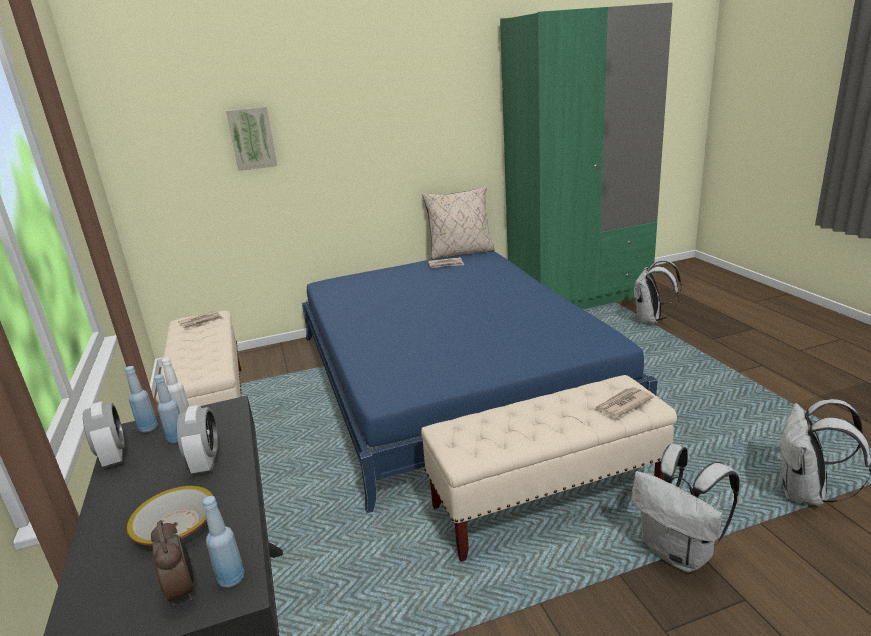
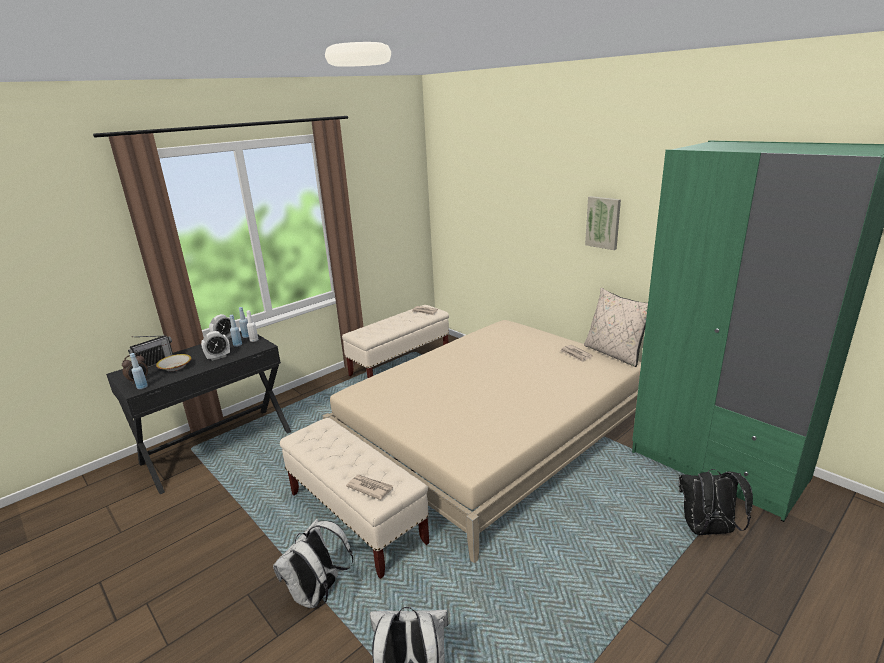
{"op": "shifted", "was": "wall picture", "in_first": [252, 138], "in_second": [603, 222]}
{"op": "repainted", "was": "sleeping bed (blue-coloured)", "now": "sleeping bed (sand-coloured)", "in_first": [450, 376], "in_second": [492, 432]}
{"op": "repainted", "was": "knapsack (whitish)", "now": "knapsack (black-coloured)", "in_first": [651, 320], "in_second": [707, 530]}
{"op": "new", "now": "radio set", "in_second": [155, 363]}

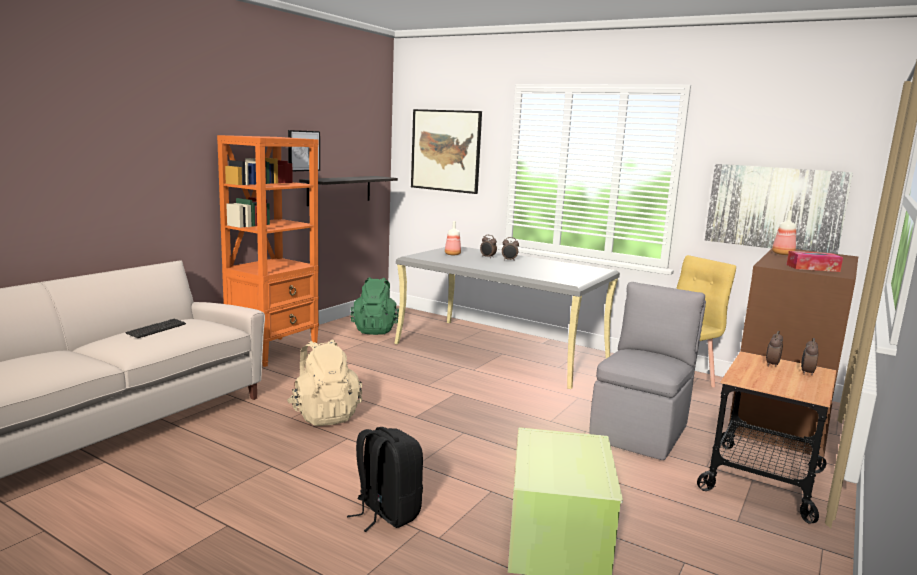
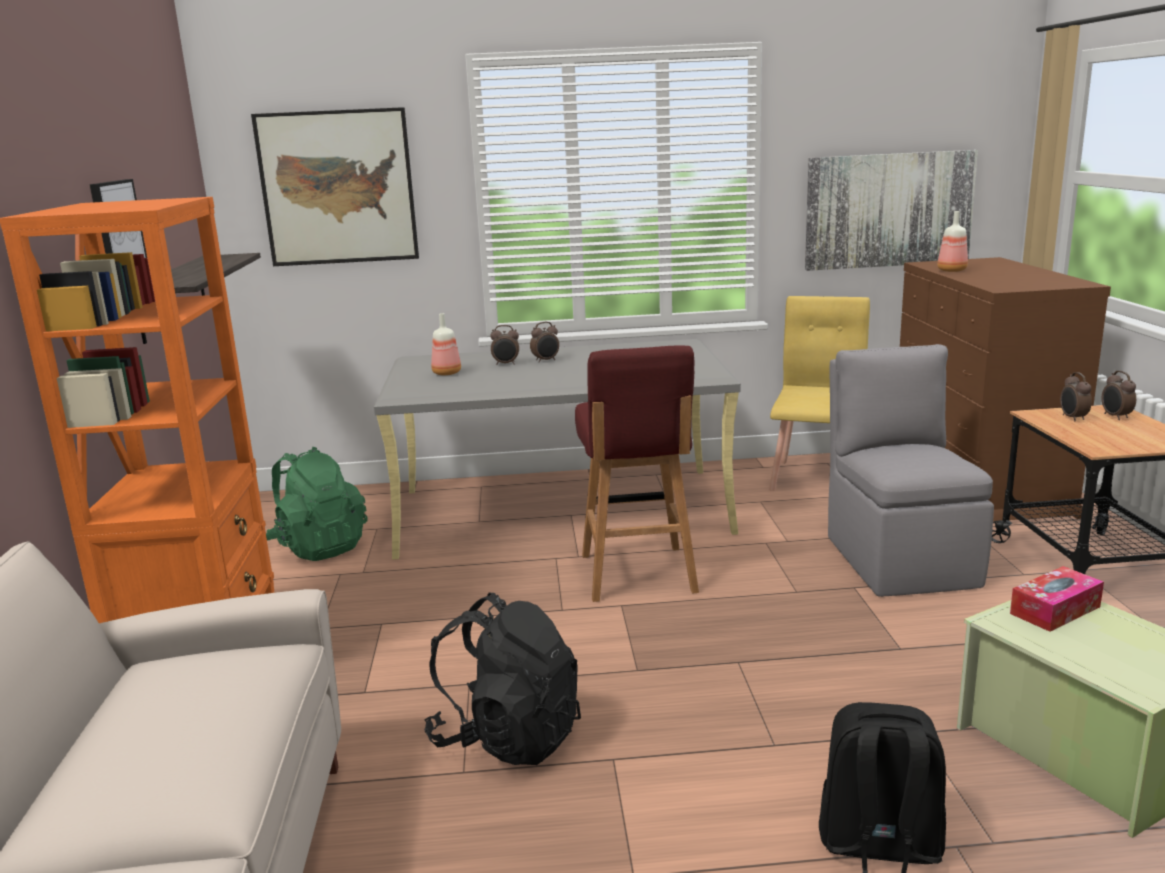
{"op": "gone", "was": "keyboard", "in_first": [156, 329]}
{"op": "repainted", "was": "knapsack (sand-coloured)", "now": "knapsack (black-coloured)", "in_first": [324, 415], "in_second": [508, 737]}
{"op": "shifted", "was": "box of tissues", "in_first": [812, 268], "in_second": [1055, 610]}
{"op": "new", "now": "sitting stool (reddish)", "in_second": [637, 575]}

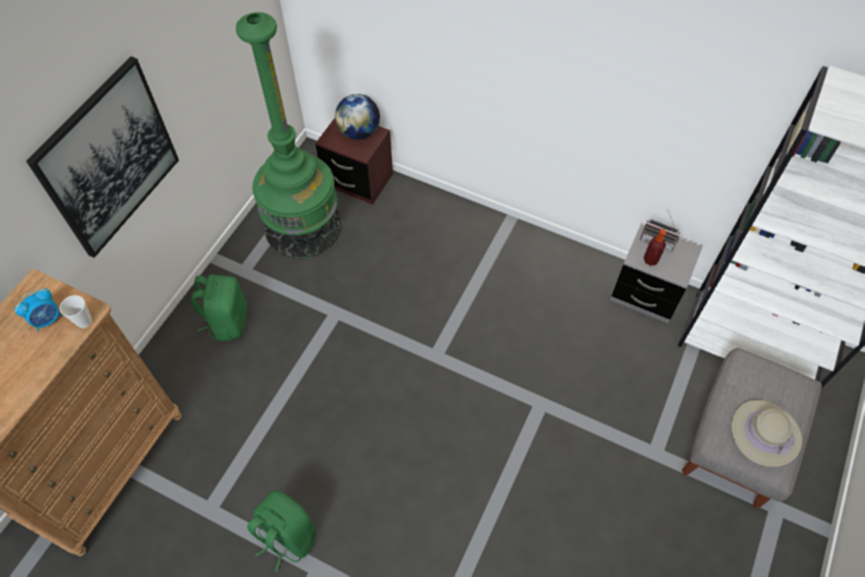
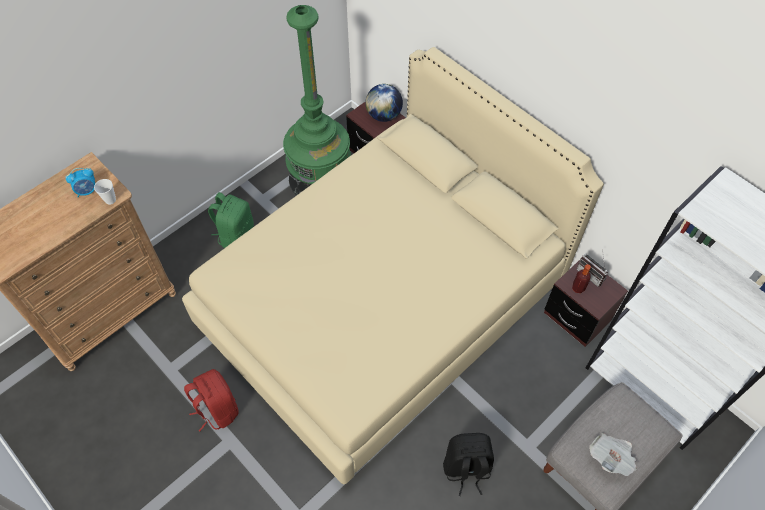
{"op": "gone", "was": "wall picture", "in_first": [109, 159]}
{"op": "repainted", "was": "knapsack (green-coloured)", "now": "knapsack (reddish)", "in_first": [287, 537], "in_second": [217, 409]}
{"op": "repainted", "was": "night table (greyish)", "now": "night table (brown)", "in_first": [646, 294], "in_second": [577, 317]}
{"op": "swapped", "was": "wearable hat (sand-coloured)", "now": "newspaper", "in_first": [765, 433], "in_second": [611, 457]}
{"op": "new", "now": "sleeping bed (sand-coloured)", "in_second": [382, 304]}
{"op": "new", "now": "knapsack (black-coloured)", "in_second": [466, 469]}

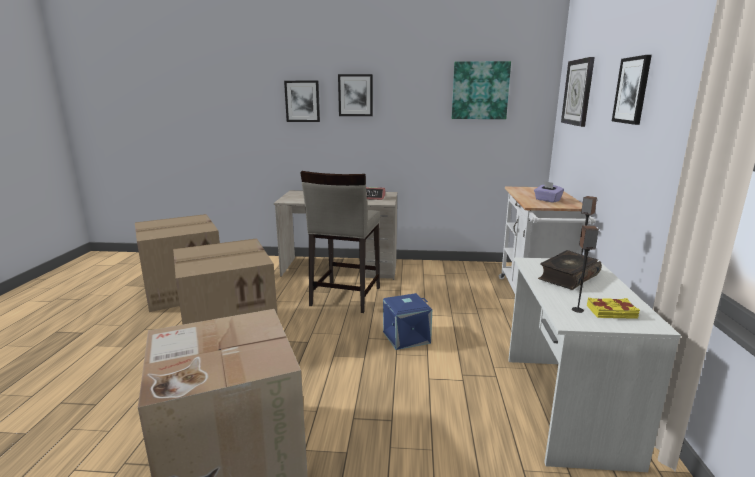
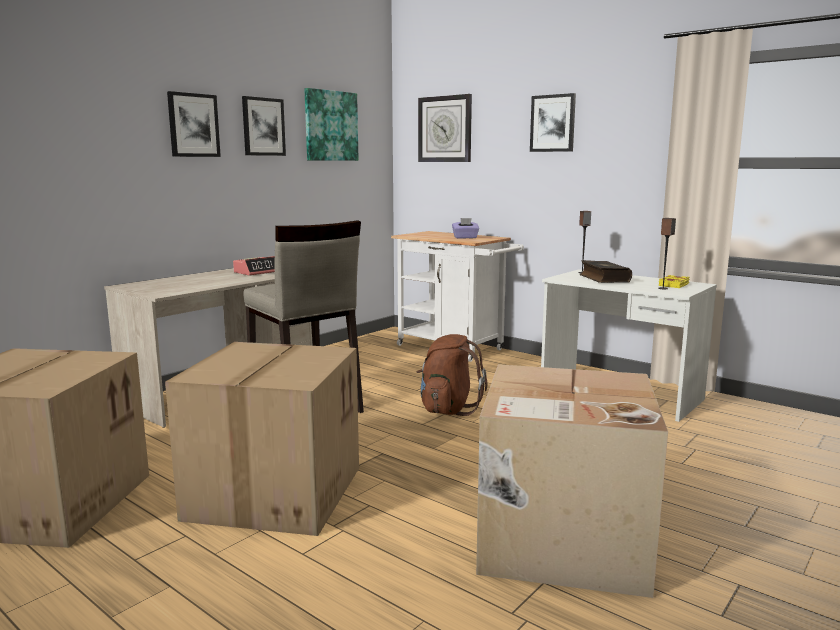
{"op": "shifted", "was": "wall picture", "in_first": [302, 101], "in_second": [263, 127]}
{"op": "swapped", "was": "storage box (blue-coloured)", "now": "knapsack (brown)", "in_first": [406, 337], "in_second": [448, 409]}

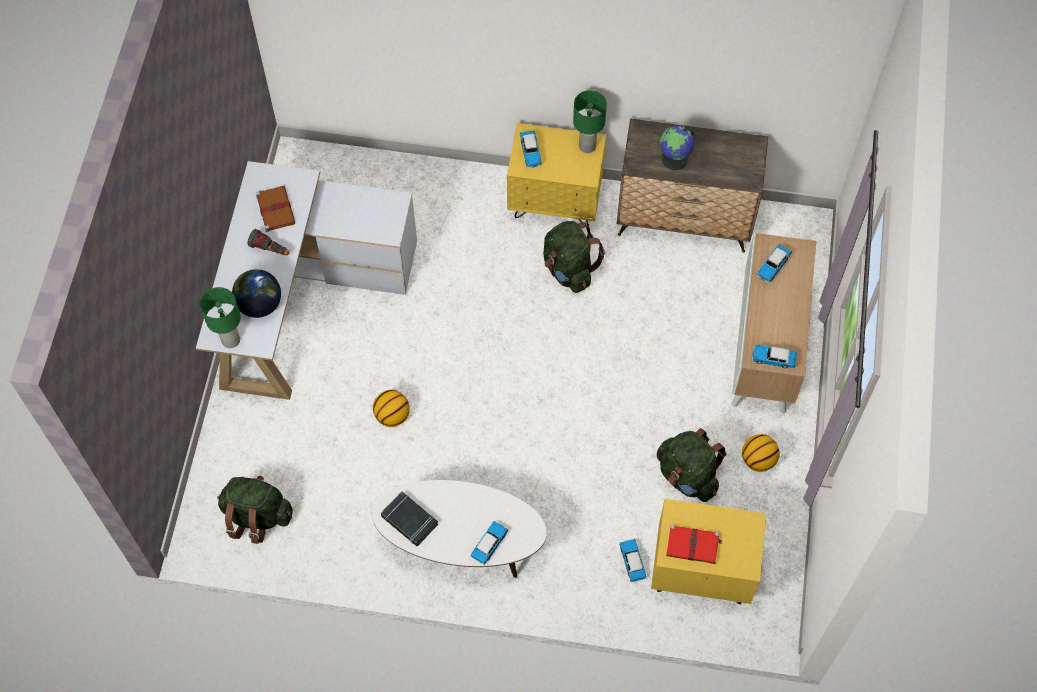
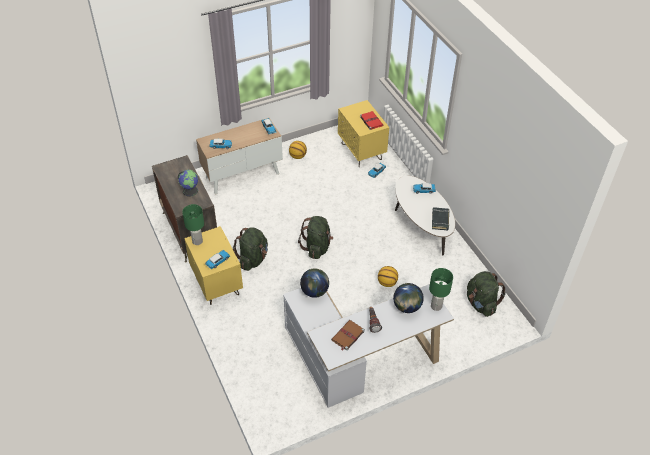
{"op": "shifted", "was": "knapsack (green-coloured)", "in_first": [687, 476], "in_second": [317, 247]}
{"op": "new", "now": "desk globe", "in_second": [314, 291]}

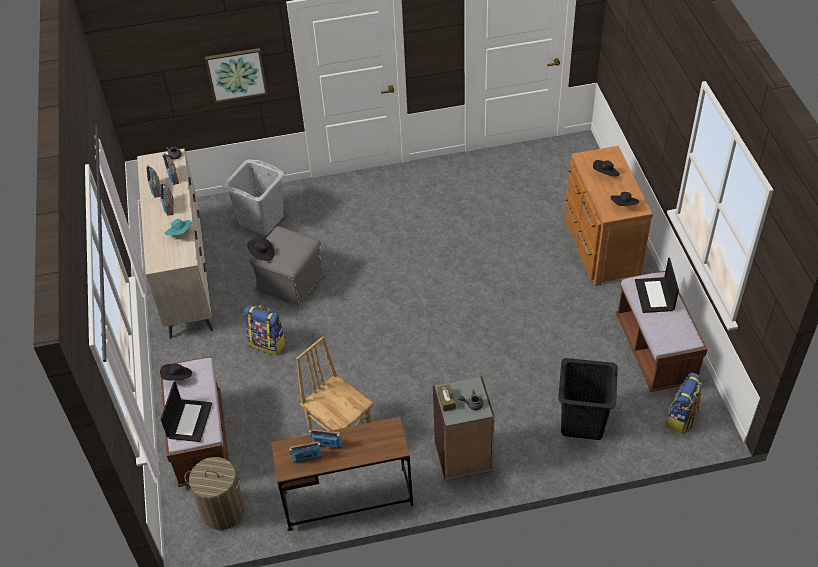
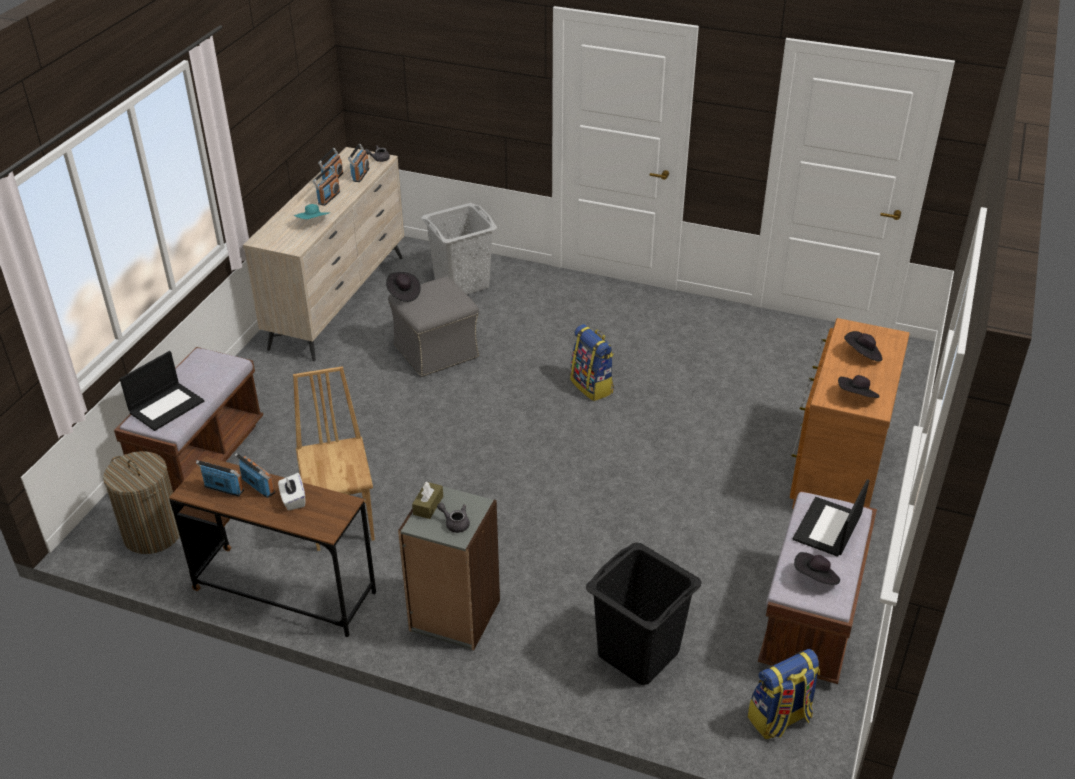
{"op": "shifted", "was": "wearable hat (black-coloured)", "in_first": [177, 377], "in_second": [815, 578]}
{"op": "gone", "was": "wall picture", "in_first": [236, 74]}
{"op": "shifted", "was": "knapsack", "in_first": [268, 343], "in_second": [592, 386]}
{"op": "new", "now": "box of tissues (whitish)", "in_second": [293, 500]}

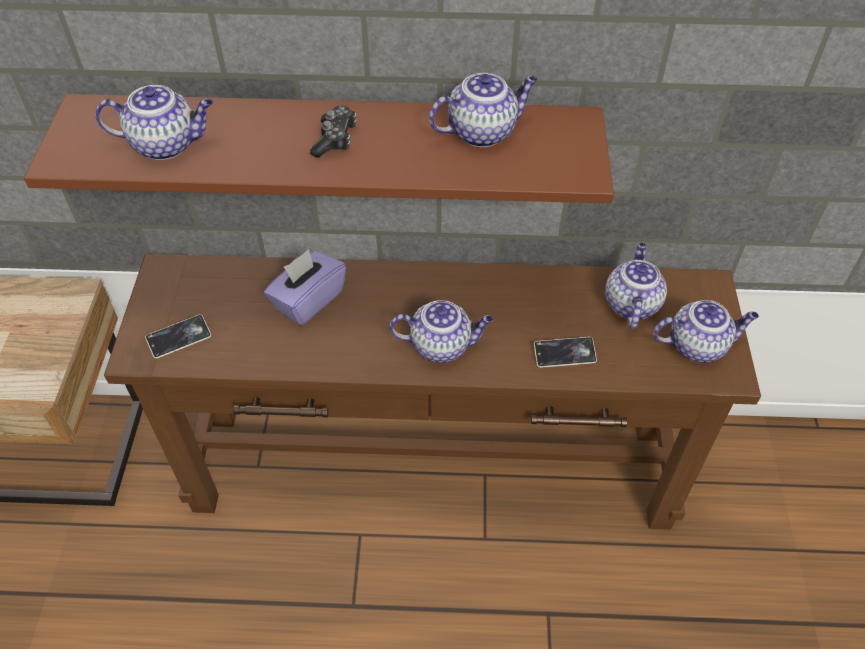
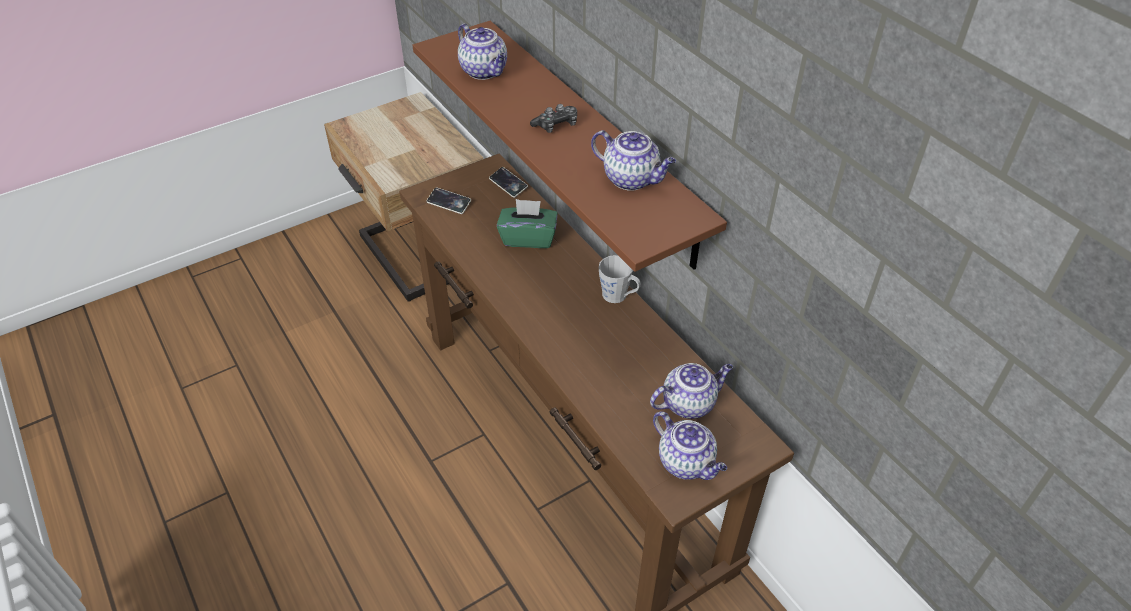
{"op": "repainted", "was": "box of tissues (purple)", "now": "box of tissues (green-coloured)", "in_first": [308, 300], "in_second": [528, 238]}
{"op": "gone", "was": "pot for tea", "in_first": [442, 345]}
{"op": "shifted", "was": "telephone", "in_first": [564, 355], "in_second": [508, 184]}
{"op": "new", "now": "tea mug (greyish)", "in_second": [618, 296]}

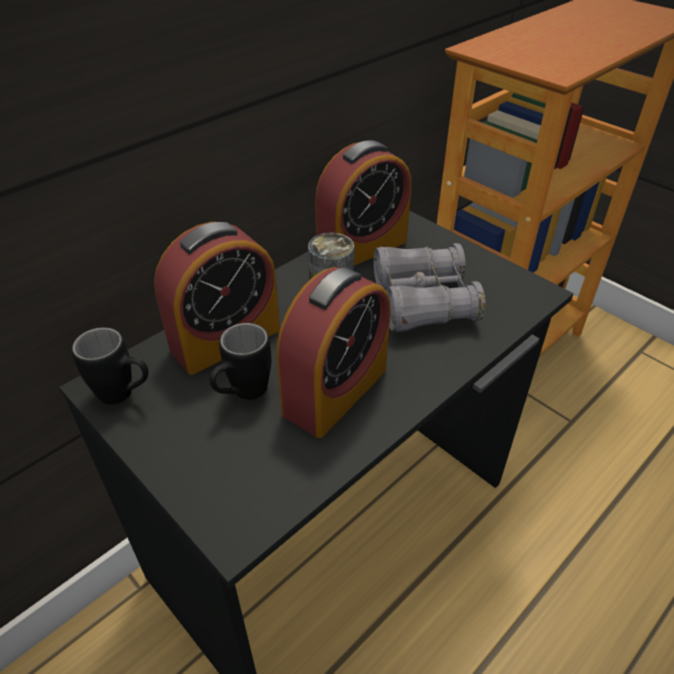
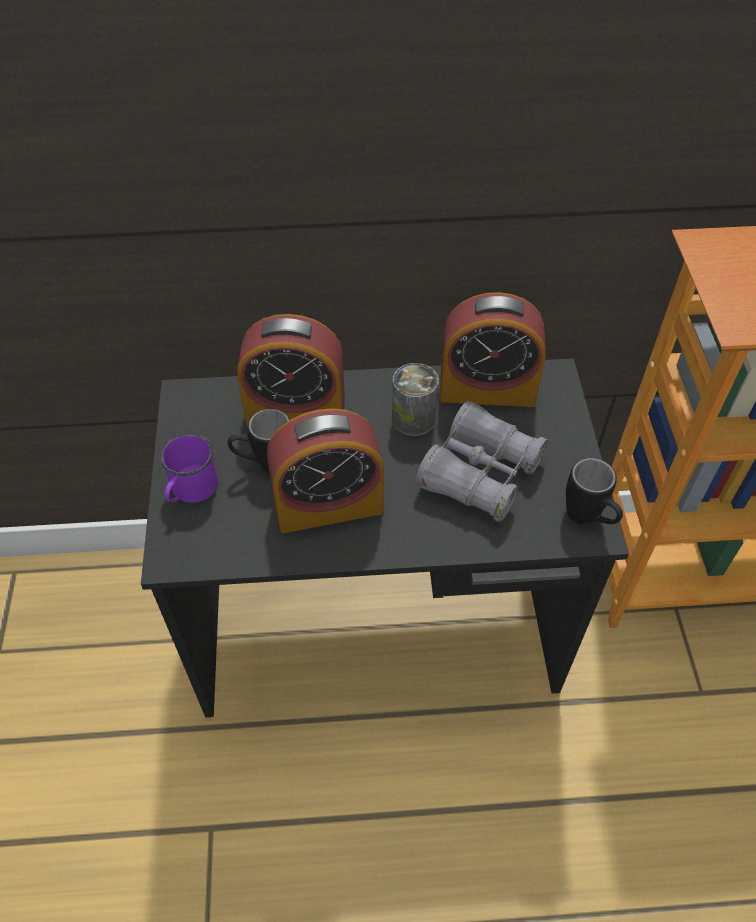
{"op": "shifted", "was": "tea mug (black-coloured)", "in_first": [125, 395], "in_second": [588, 519]}
{"op": "new", "now": "tea mug (purple)", "in_second": [190, 490]}

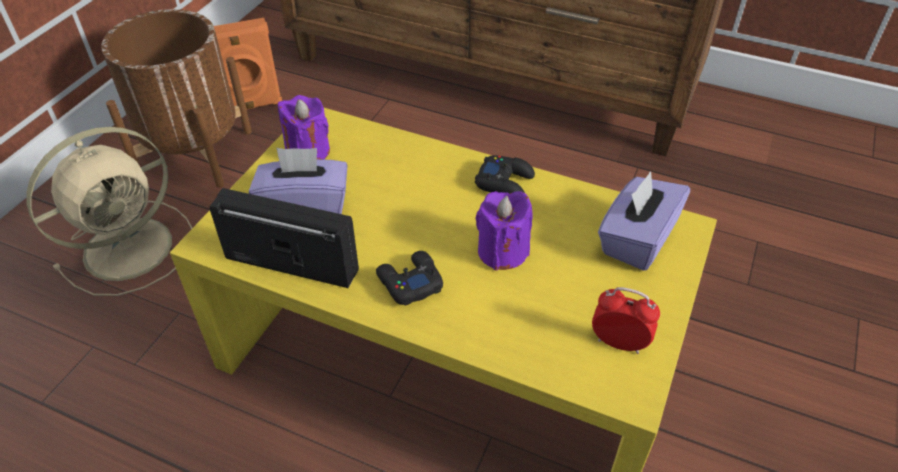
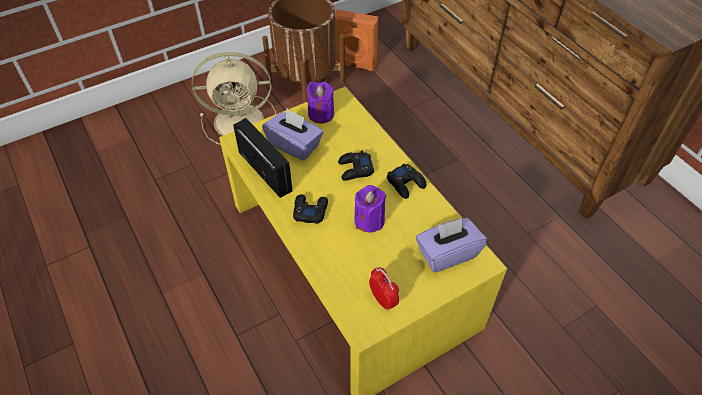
{"op": "new", "now": "gamepad (black-coloured)", "in_second": [355, 169]}

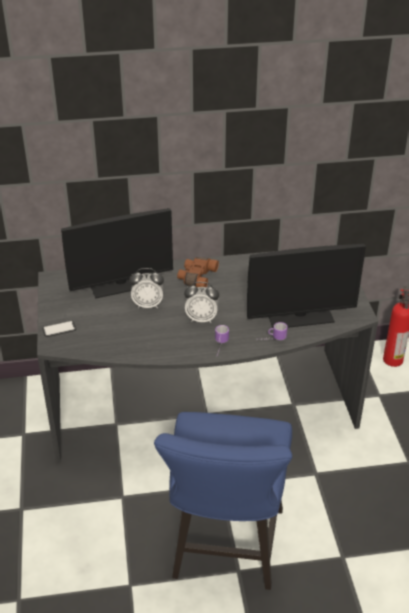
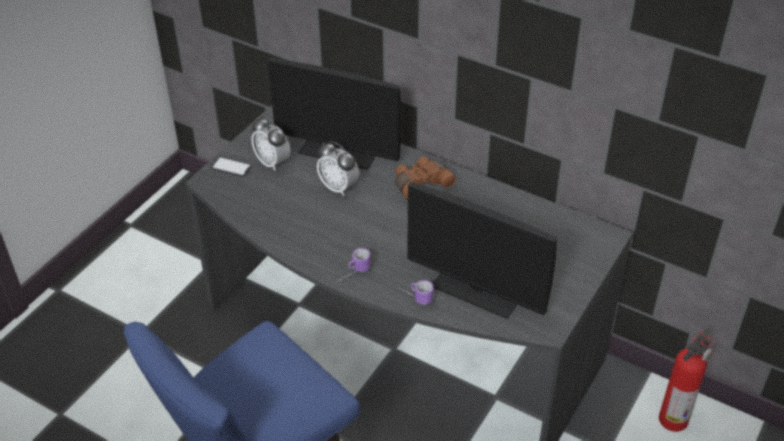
{"op": "shifted", "was": "alarm clock", "in_first": [201, 318], "in_second": [272, 162]}

